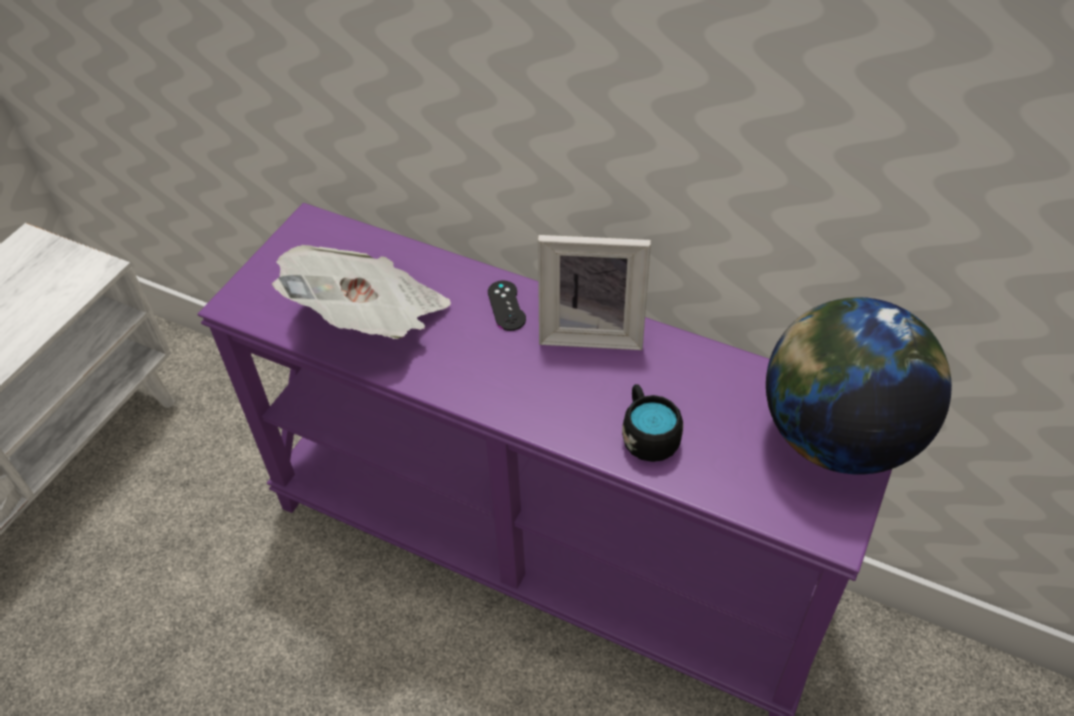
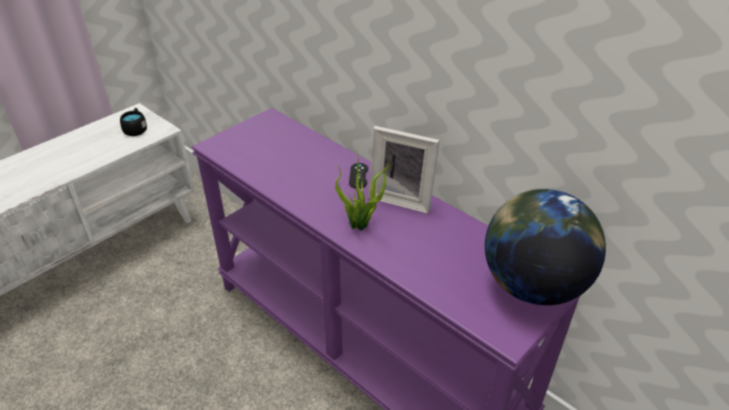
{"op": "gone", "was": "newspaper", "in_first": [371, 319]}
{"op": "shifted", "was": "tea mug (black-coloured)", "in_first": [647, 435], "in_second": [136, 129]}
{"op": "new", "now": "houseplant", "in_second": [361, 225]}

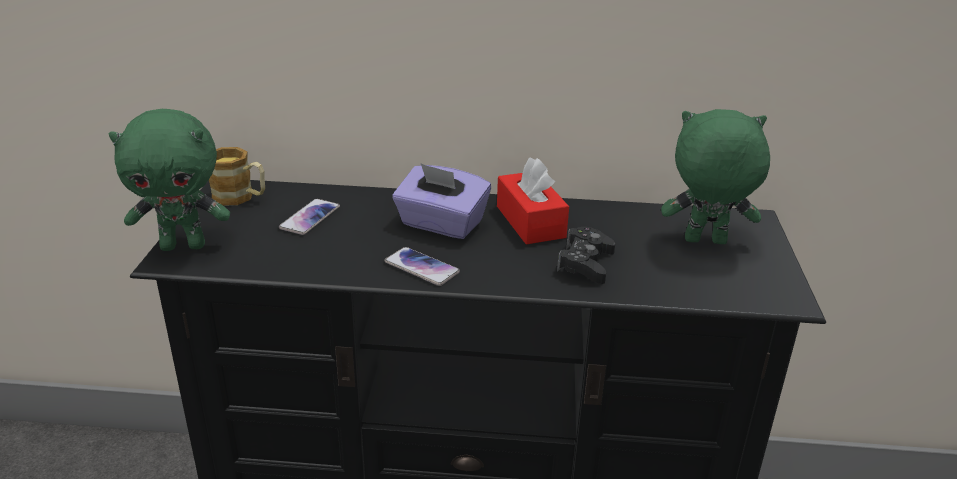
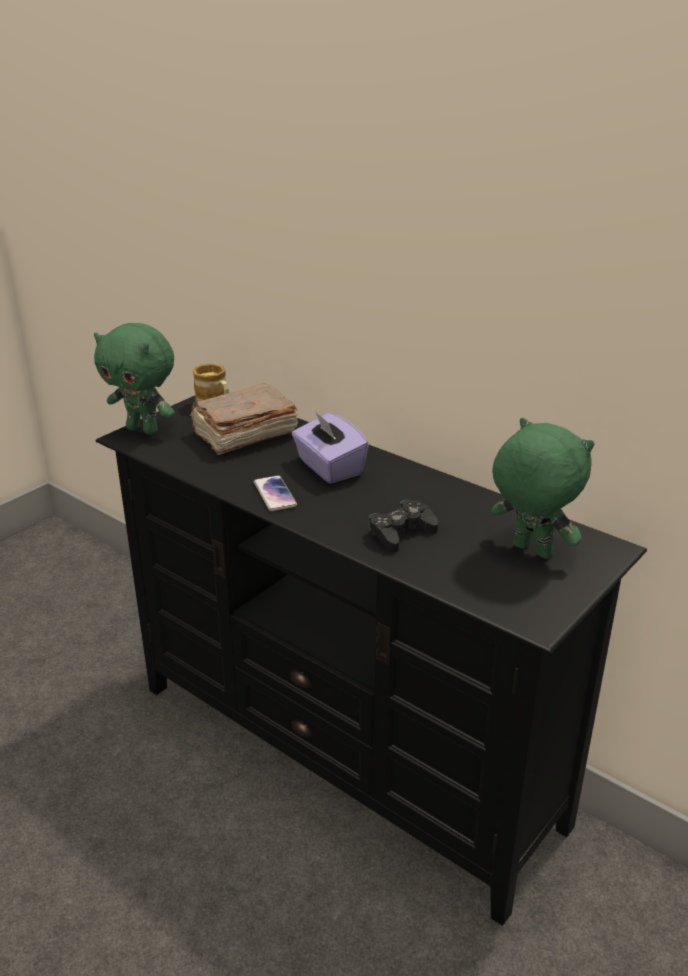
{"op": "swapped", "was": "telephone", "now": "volume (brown)", "in_first": [310, 218], "in_second": [243, 434]}
{"op": "gone", "was": "box of tissues (reddish)", "in_first": [530, 222]}

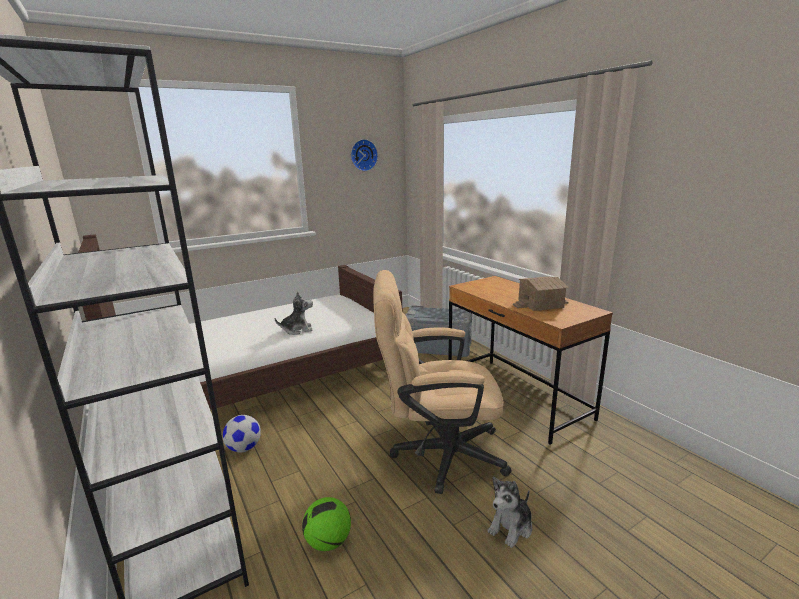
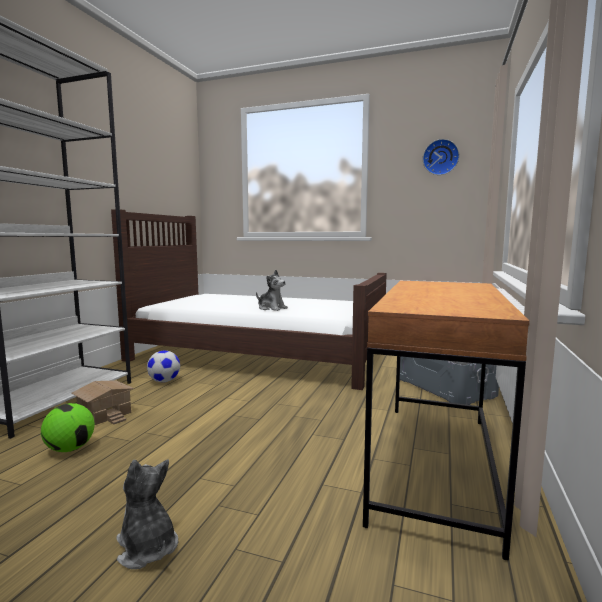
{"op": "gone", "was": "desk chair (sand-coloured)", "in_first": [438, 454]}
{"op": "rotated", "was": "plush toy", "in_first": [511, 527], "in_second": [147, 547], "clockwise": 45}
{"op": "shifted", "was": "model house", "in_first": [540, 303], "in_second": [105, 413]}

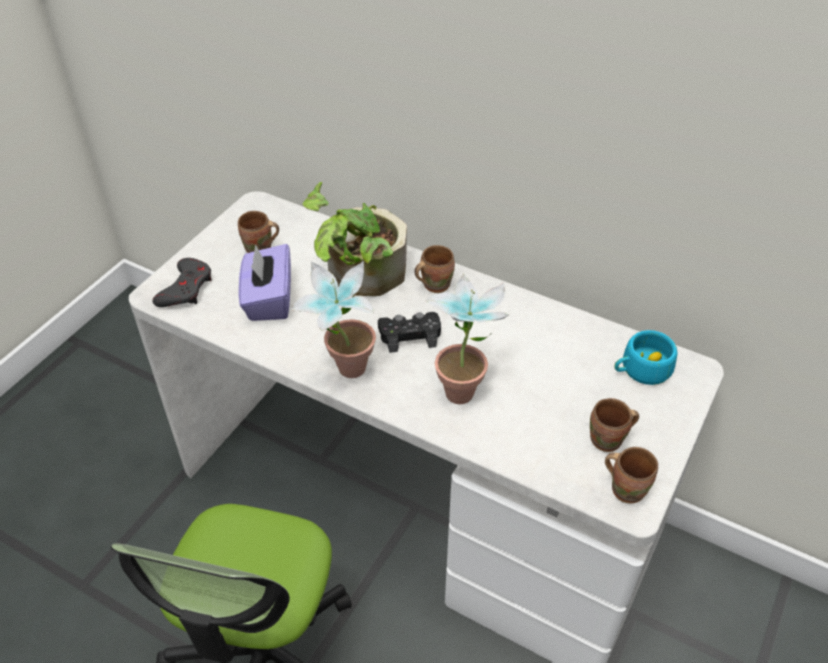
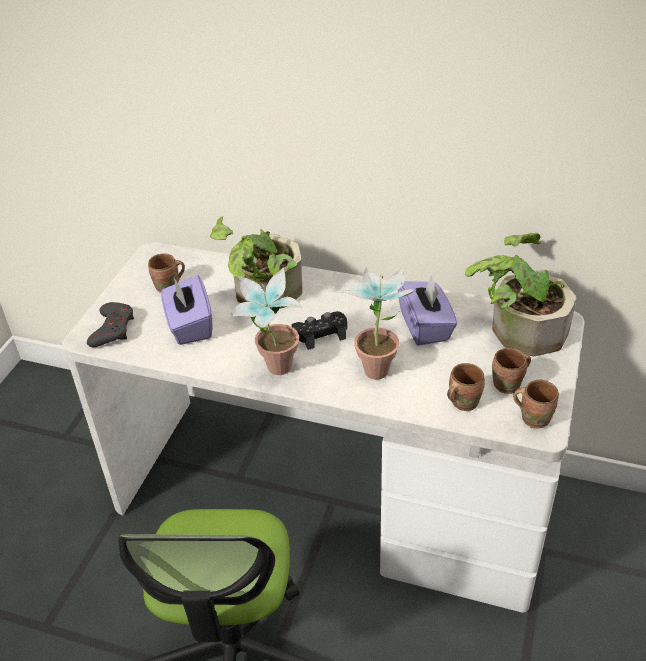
{"op": "shifted", "was": "tea mug (brown)", "in_first": [434, 284], "in_second": [462, 402]}
{"op": "swapped", "was": "cup (turquoise)", "now": "houseplant", "in_first": [640, 370], "in_second": [518, 328]}
{"op": "new", "now": "box of tissues (purple)", "in_second": [425, 326]}

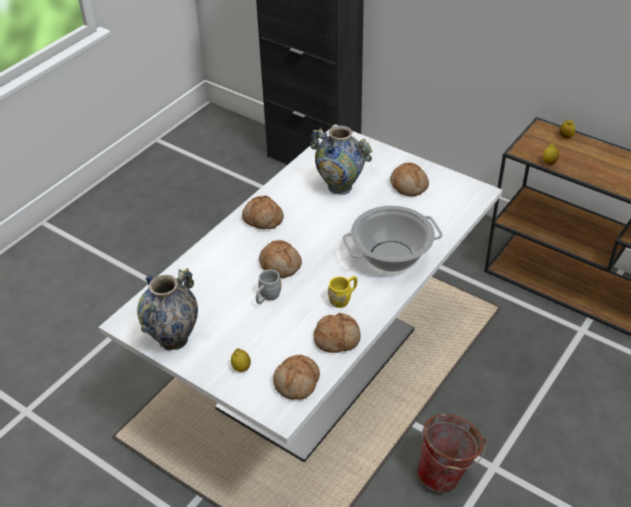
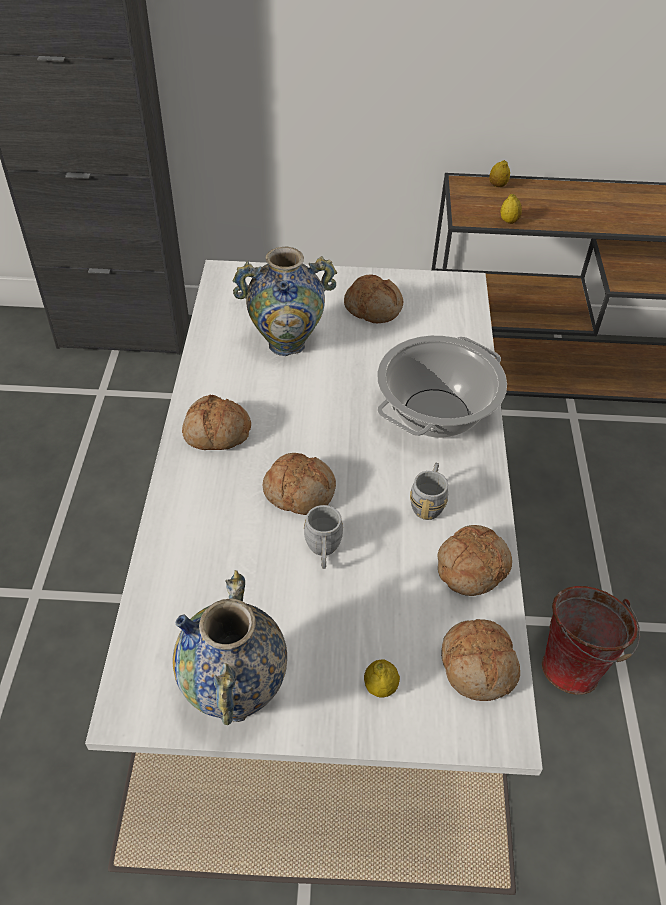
{"op": "repainted", "was": "tea mug (yellow)", "now": "tea mug (greyish)", "in_first": [343, 298], "in_second": [428, 502]}

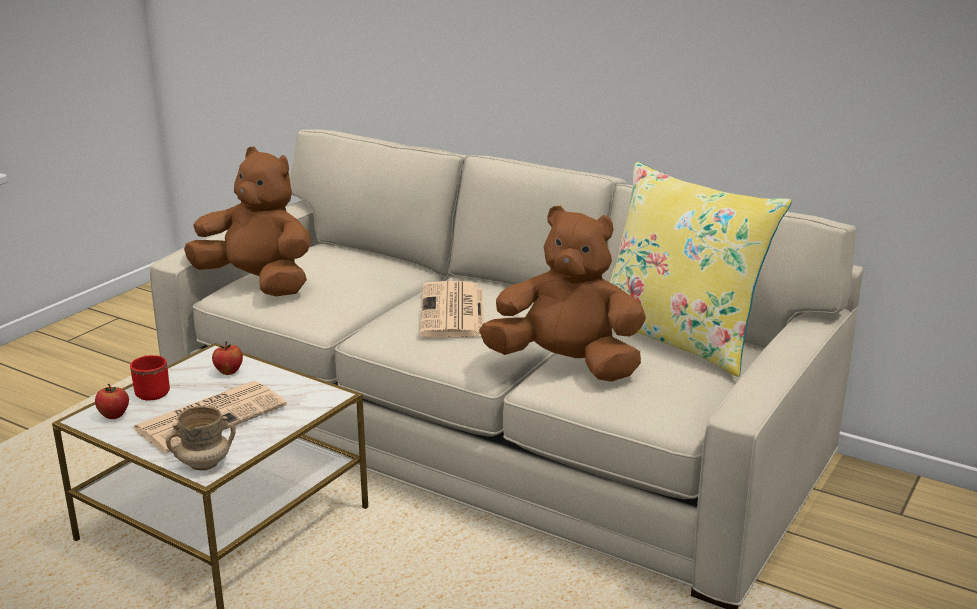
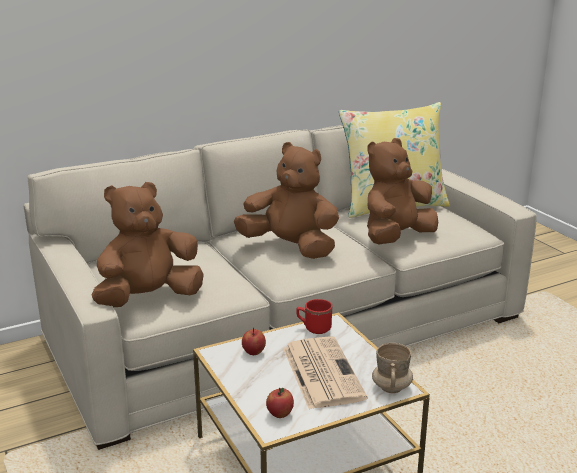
{"op": "shifted", "was": "tea mug (reddish)", "in_first": [152, 391], "in_second": [314, 328]}
{"op": "swapped", "was": "newspaper", "now": "plush toy (brown)", "in_first": [453, 312], "in_second": [290, 247]}

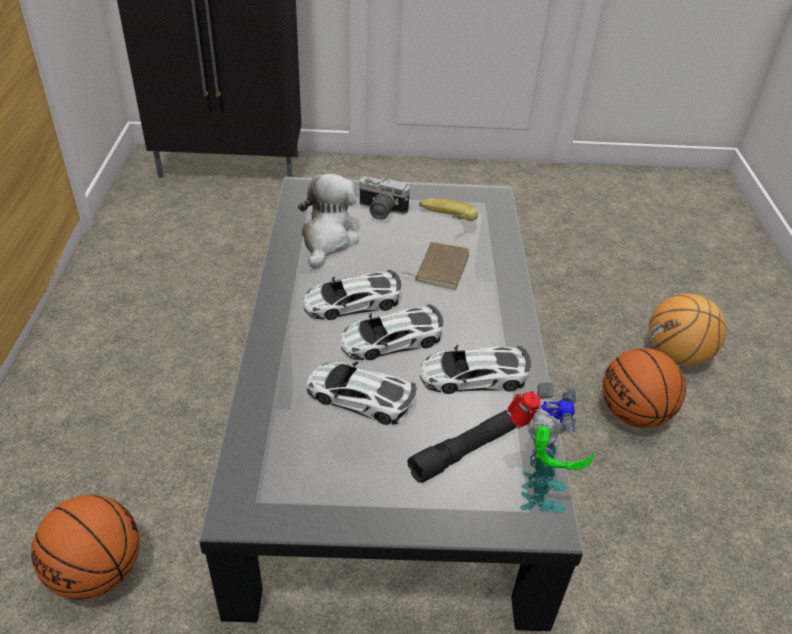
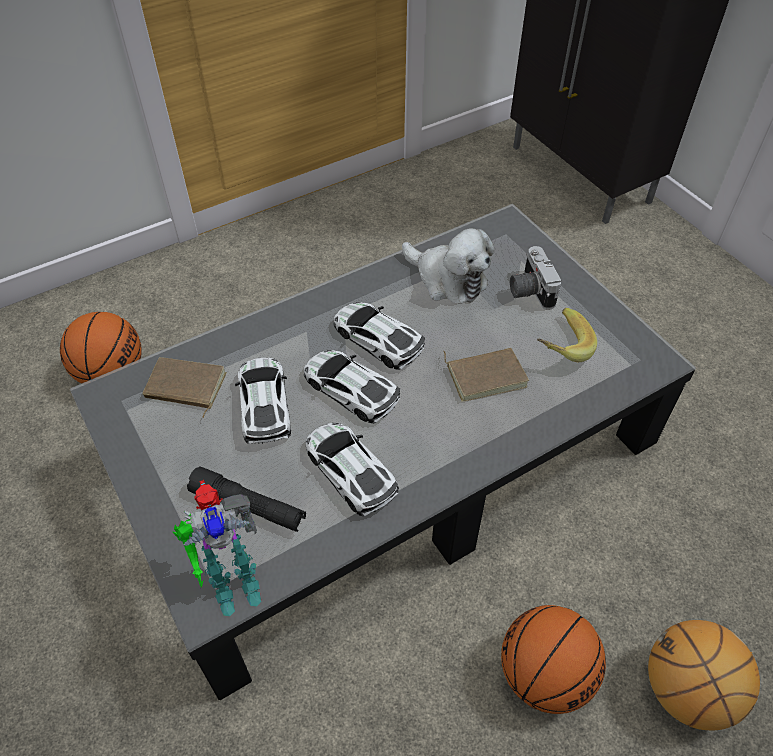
{"op": "rotated", "was": "plush toy", "in_first": [327, 240], "in_second": [448, 279], "clockwise": 60}
{"op": "new", "now": "volume (brown)", "in_second": [184, 388]}

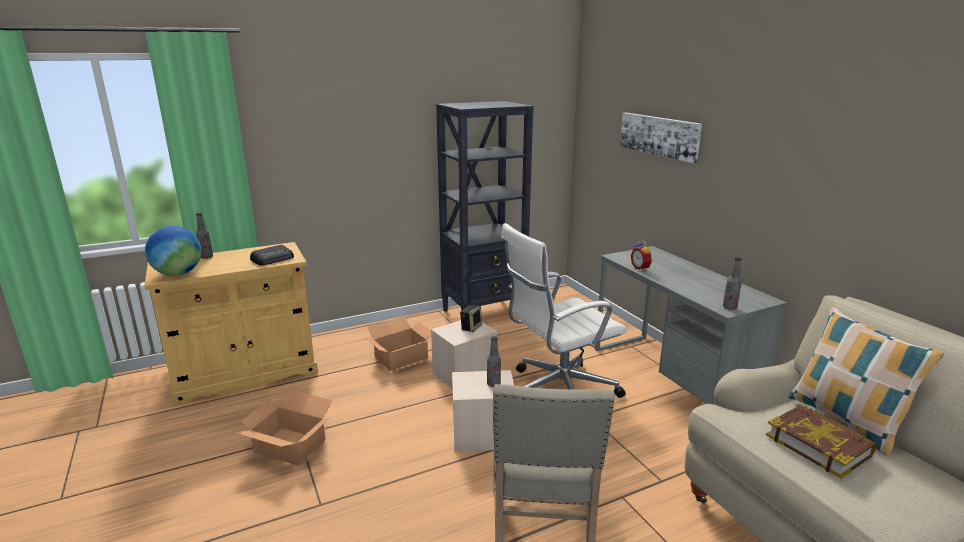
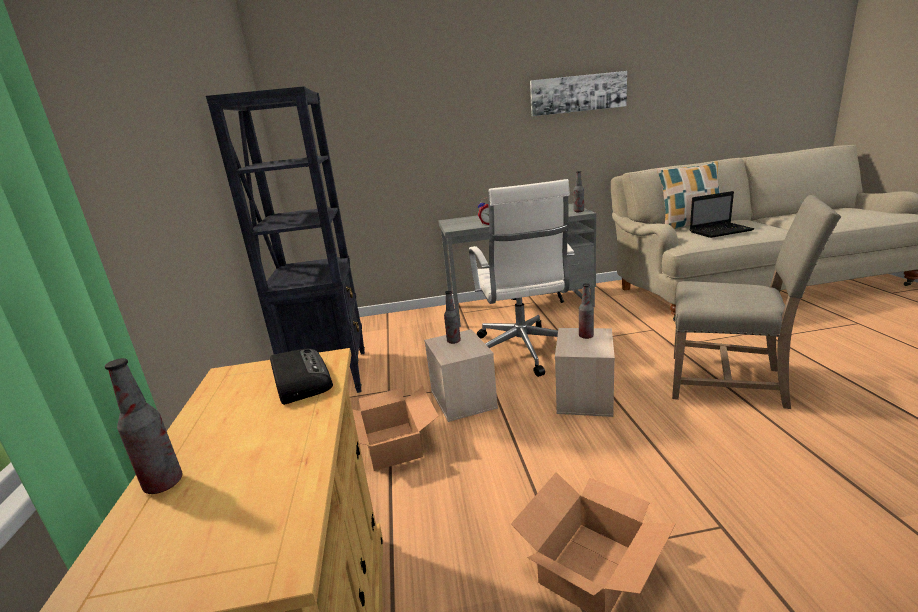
{"op": "gone", "was": "desk globe", "in_first": [178, 274]}
{"op": "swapped", "was": "audio speaker", "now": "bottle", "in_first": [471, 327], "in_second": [453, 341]}
{"op": "shifted", "was": "wall picture", "in_first": [659, 136], "in_second": [578, 93]}
{"op": "swapped", "was": "volume", "now": "notebook computer", "in_first": [818, 445], "in_second": [721, 231]}

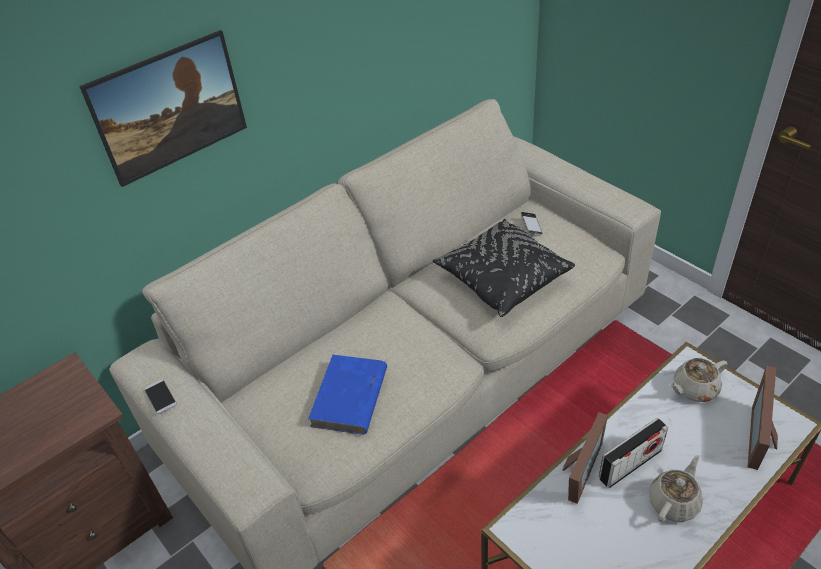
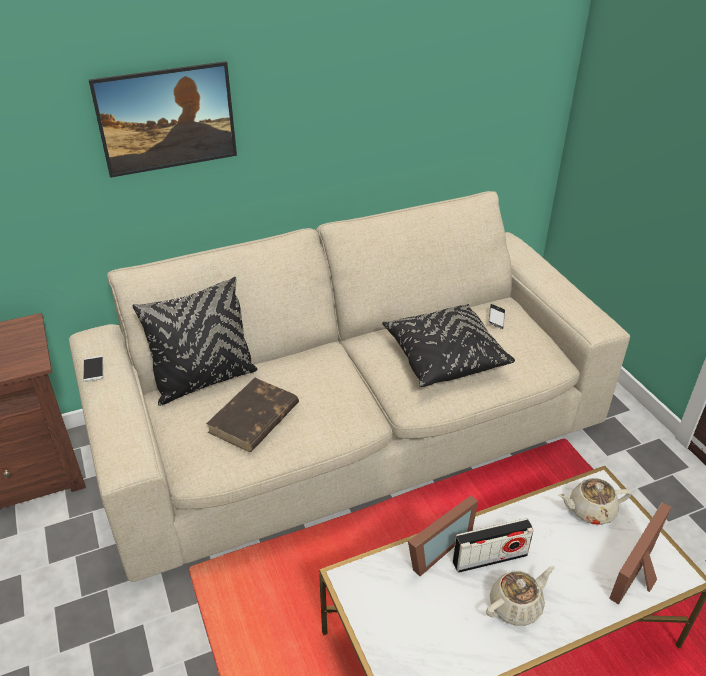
{"op": "repainted", "was": "volume (blue-coloured)", "now": "volume (brown)", "in_first": [349, 398], "in_second": [253, 419]}
{"op": "new", "now": "cushion (black-coloured)", "in_second": [204, 380]}

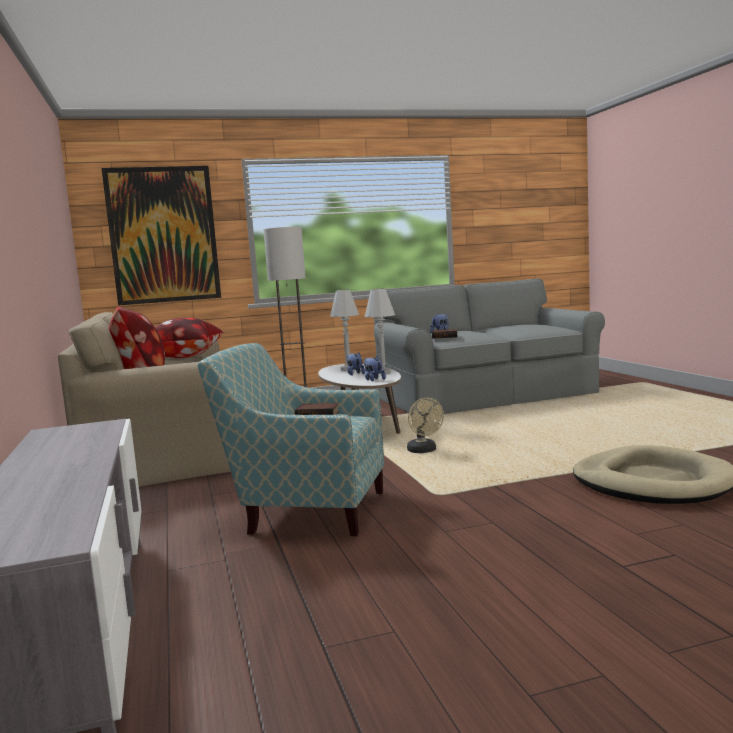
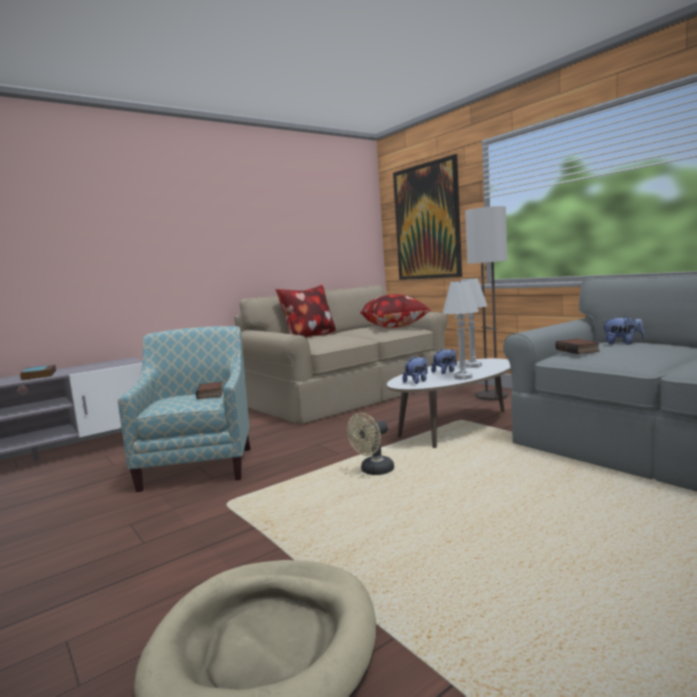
{"op": "new", "now": "volume", "in_second": [39, 375]}

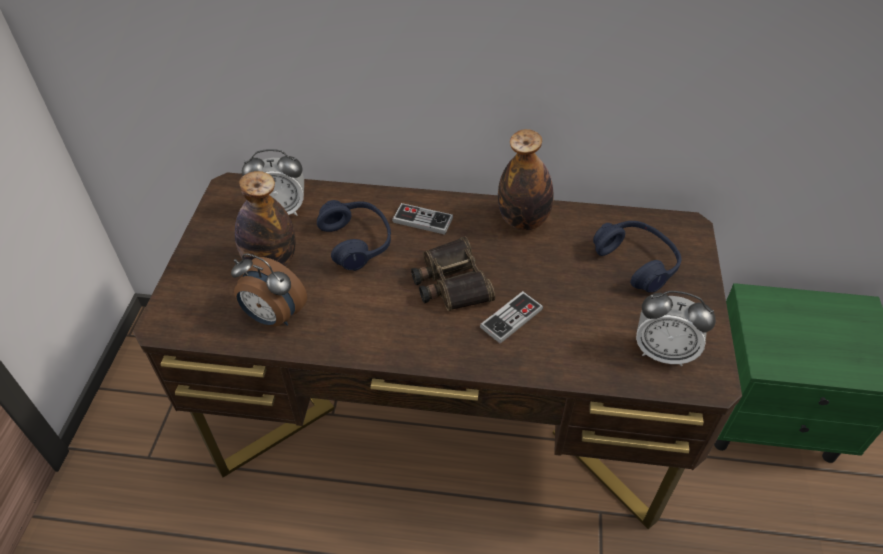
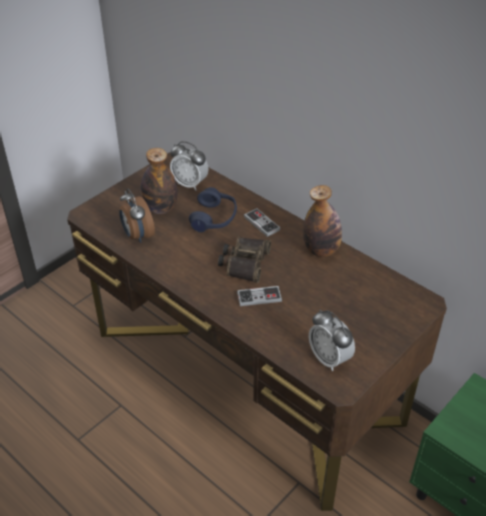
{"op": "gone", "was": "headset (blue-coloured)", "in_first": [636, 262]}

